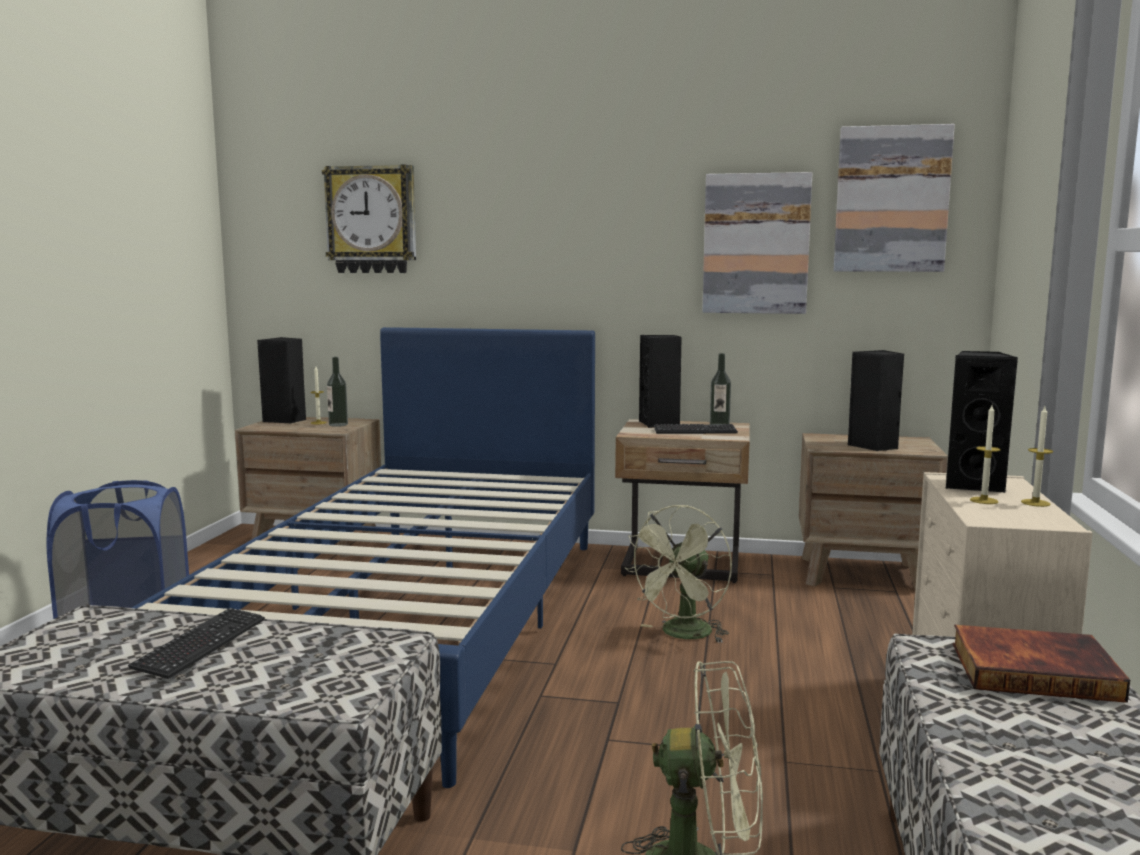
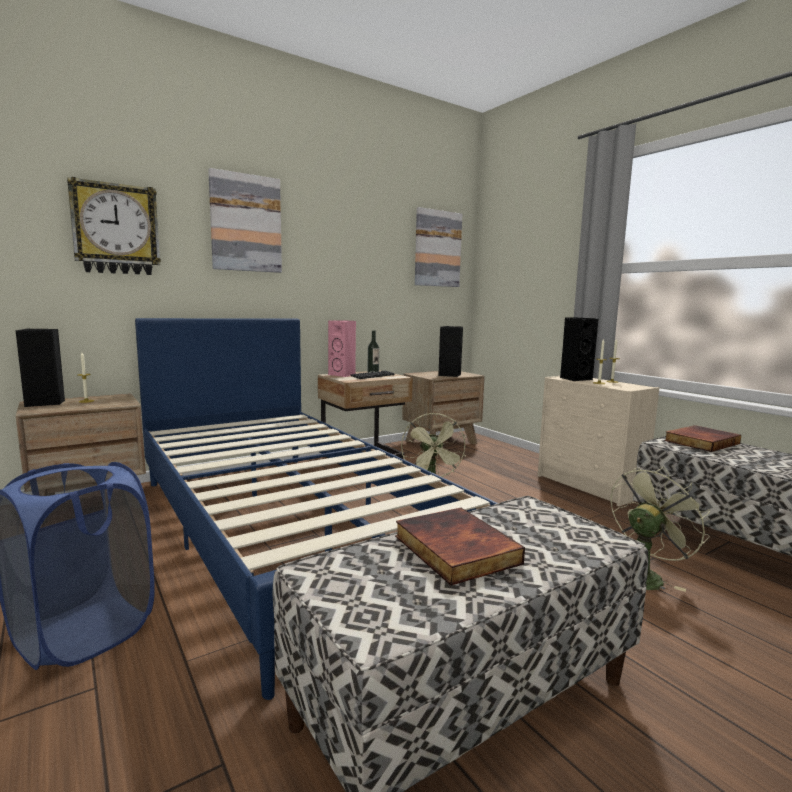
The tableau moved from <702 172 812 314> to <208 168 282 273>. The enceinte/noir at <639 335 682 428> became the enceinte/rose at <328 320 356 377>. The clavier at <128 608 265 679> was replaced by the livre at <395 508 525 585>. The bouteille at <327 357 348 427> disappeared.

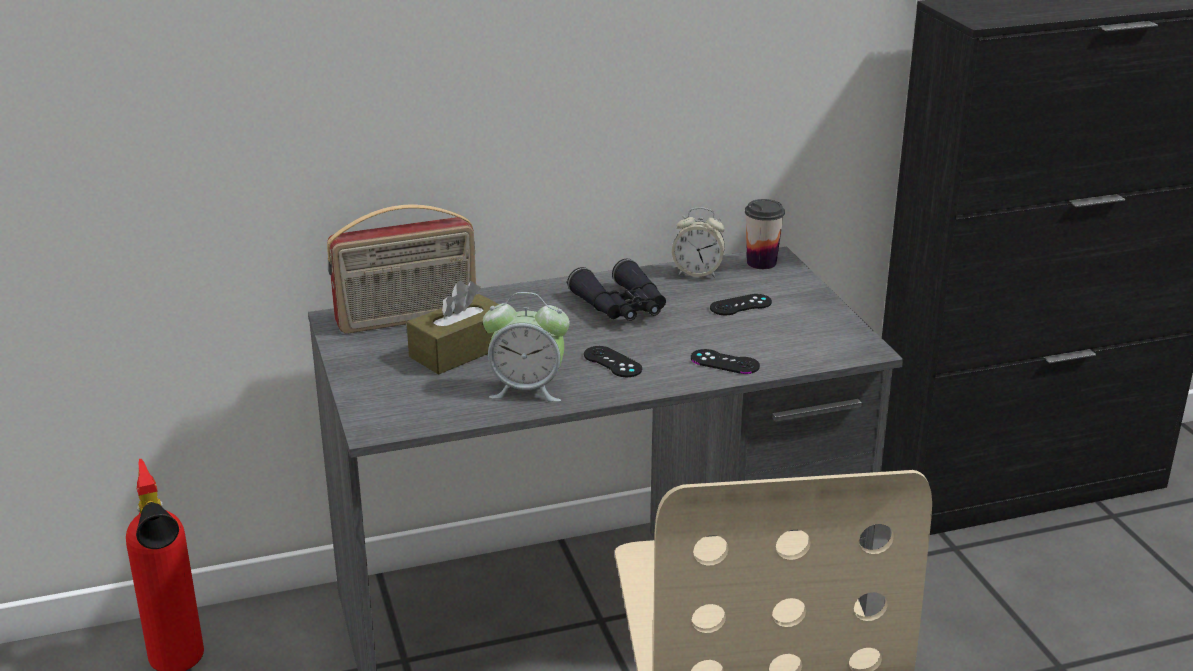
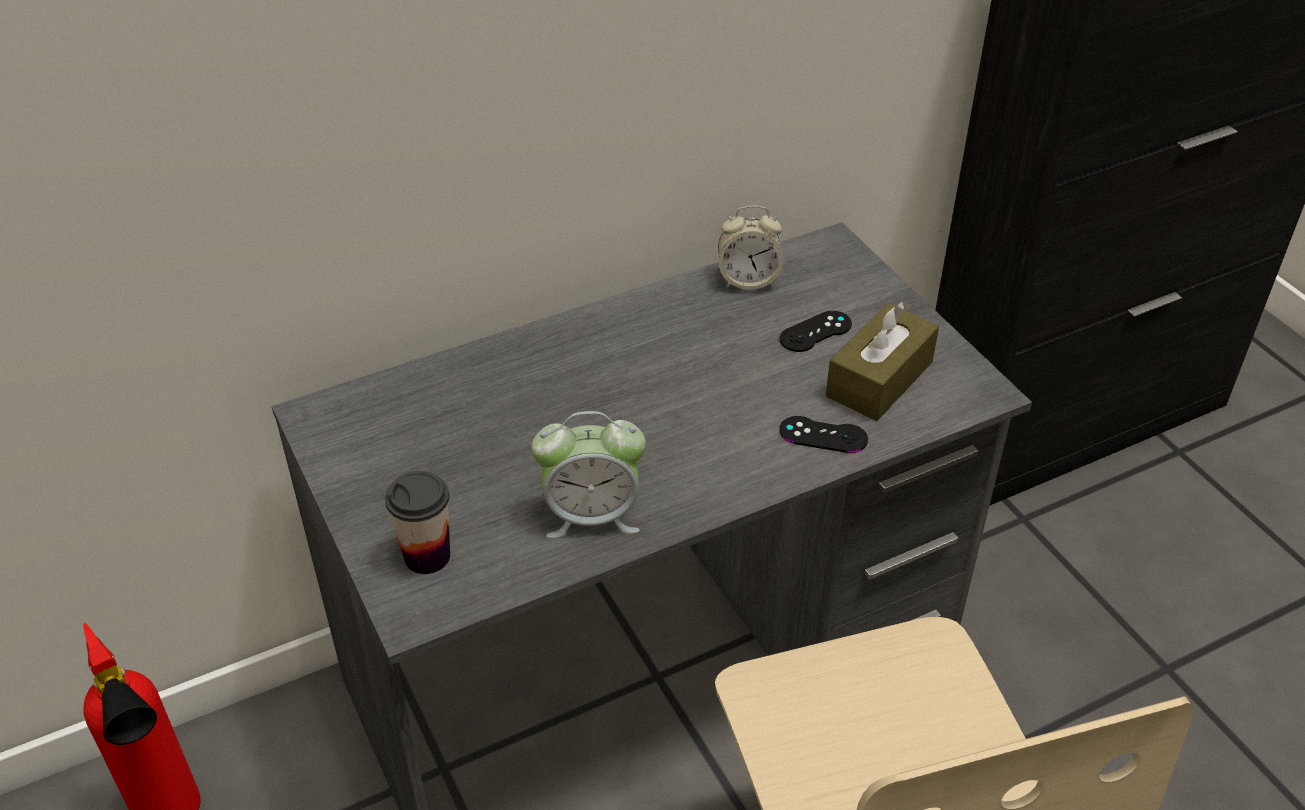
The tasse moved from <745 199 785 269> to <385 471 450 574>. The boîte à mouchoirs/marron moved from <407 281 499 375> to <826 301 939 421>. The radio at <327 204 477 334> disappeared. The jumelles/noir at <567 259 666 321> disappeared. The manette/noir at <584 346 642 377> disappeared.

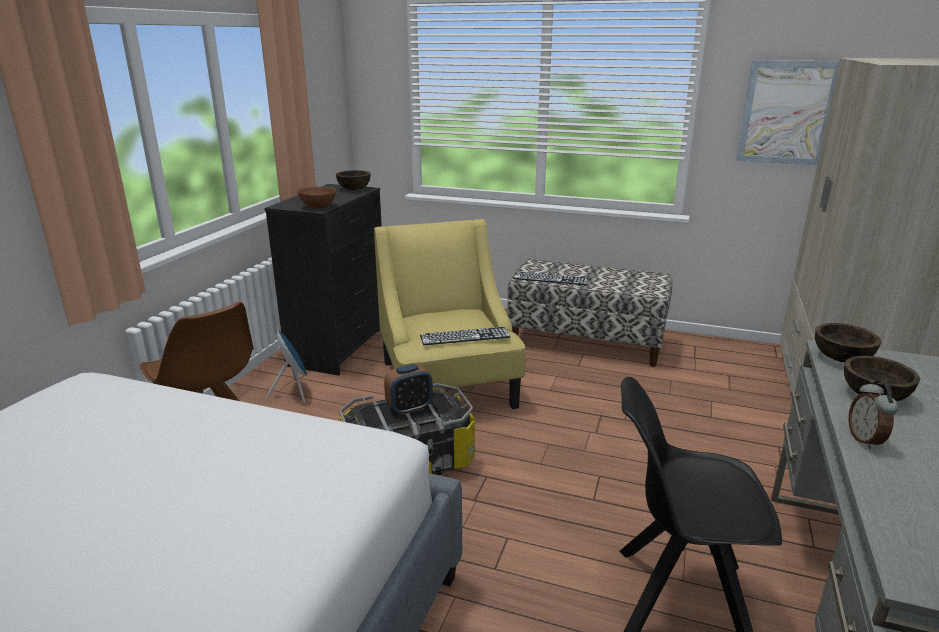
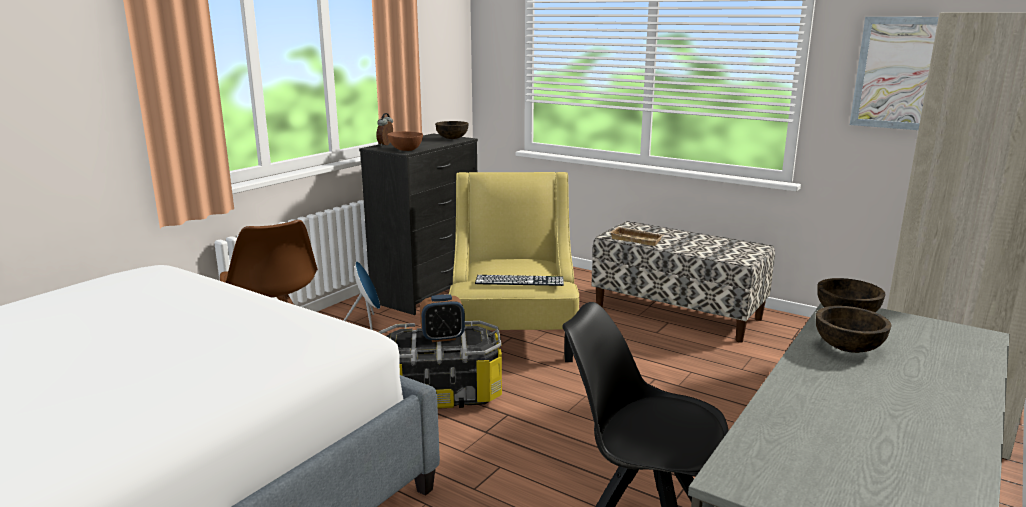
The réveil moved from <848 380 898 449> to <376 113 393 146>. The clavier at <513 272 588 285> was replaced by the plateau/beige at <610 227 664 246>.

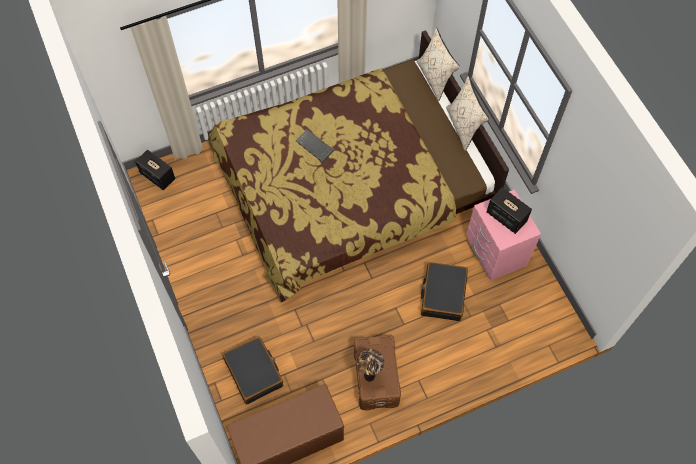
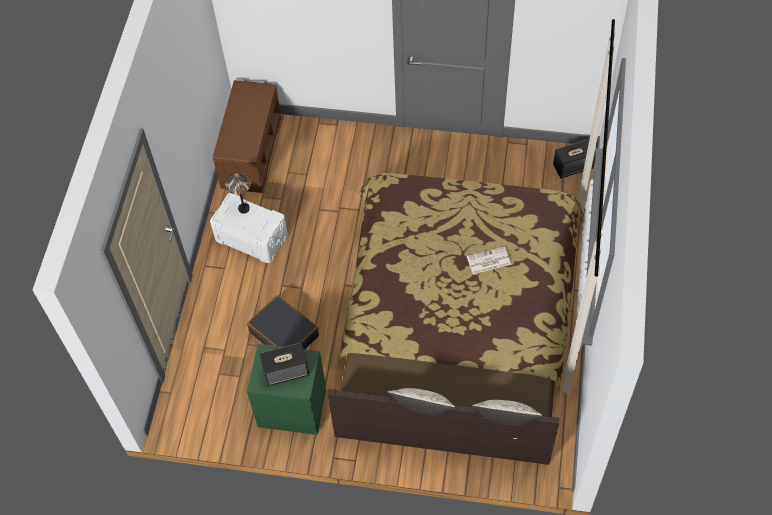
The boîte de rangement/marron at <354 335 401 411> became the boîte de rangement/blanc at <210 193 288 263>. The table de chevet/rose at <466 189 541 281> became the table de chevet/vert at <247 344 326 435>. The clavier at <296 129 334 162> was replaced by the journal at <467 246 511 274>. The valise/noir at <222 336 283 405> disappeared.

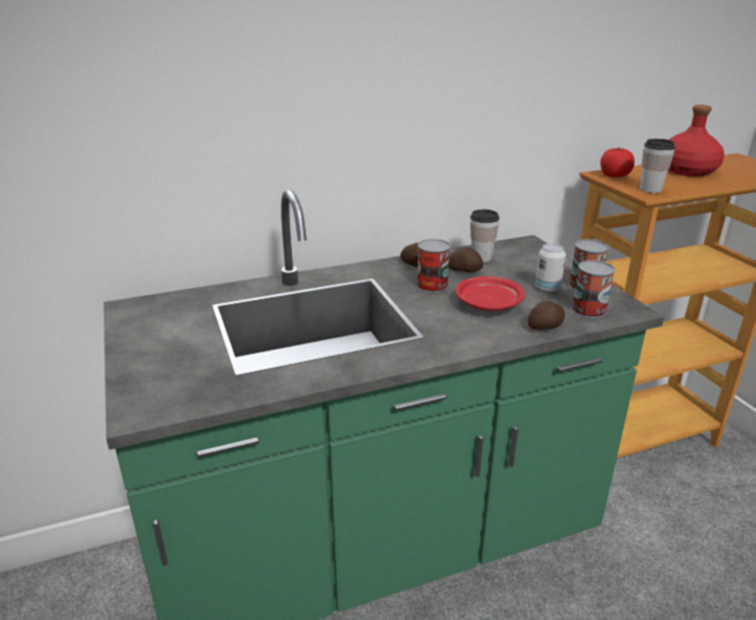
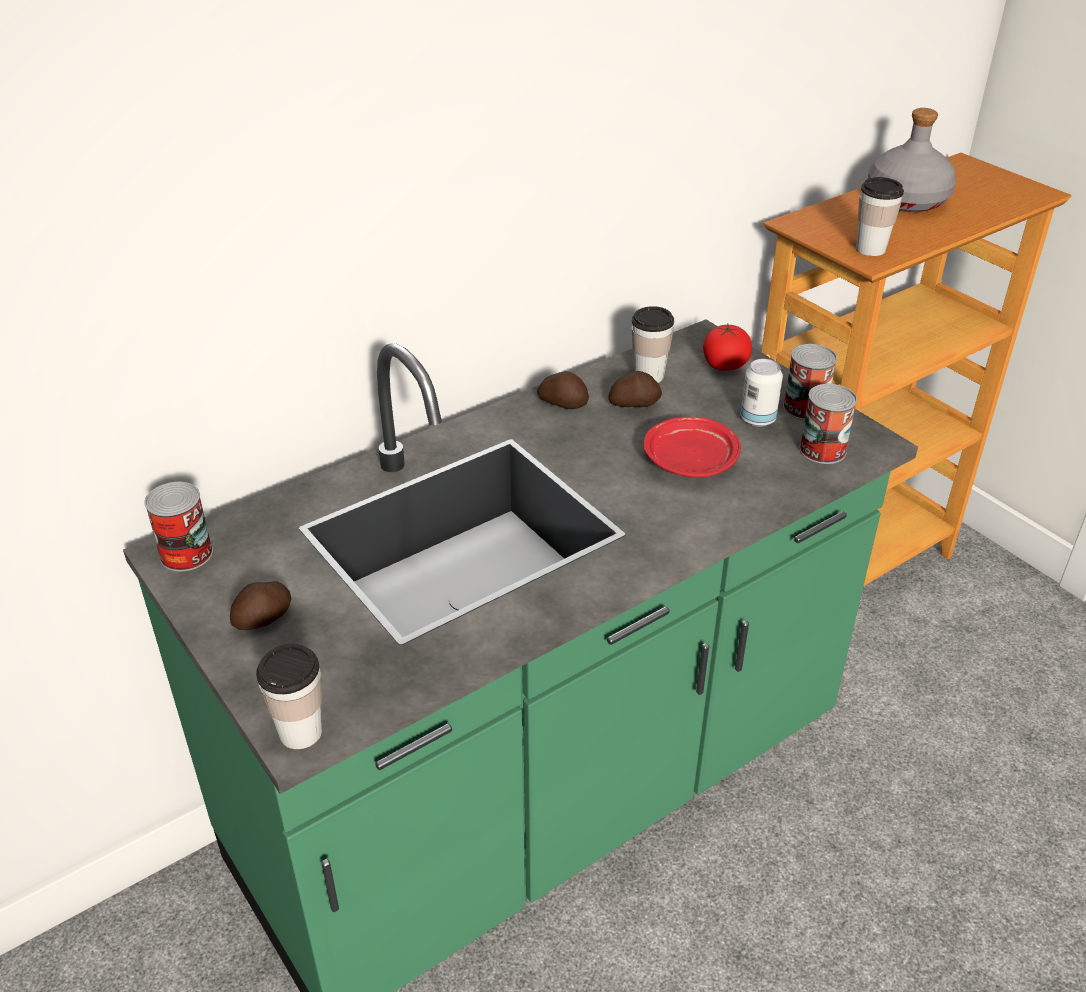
The boîte métallique moved from <417 239 450 292> to <144 482 213 572>. The pomme de terre moved from <528 301 565 330> to <230 581 291 630>. The tasse at <256 644 322 749> appeared. The tomate moved from <600 148 634 177> to <703 323 752 371>. The bouteille/rouge at <669 105 724 176> became the bouteille/gris at <868 108 956 212>.

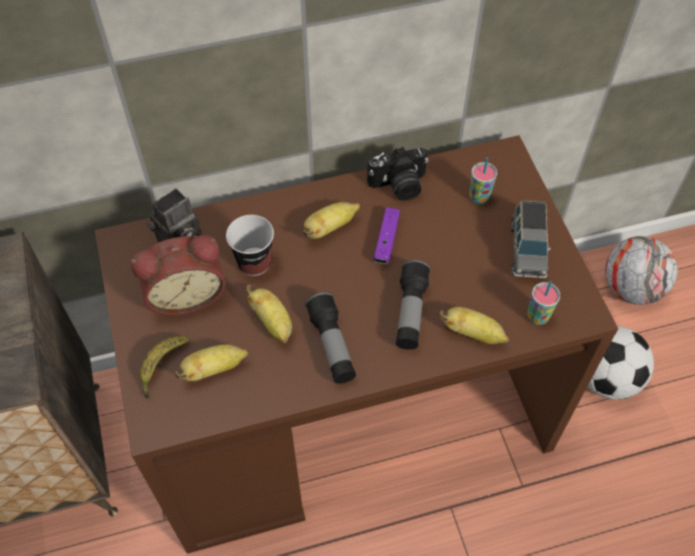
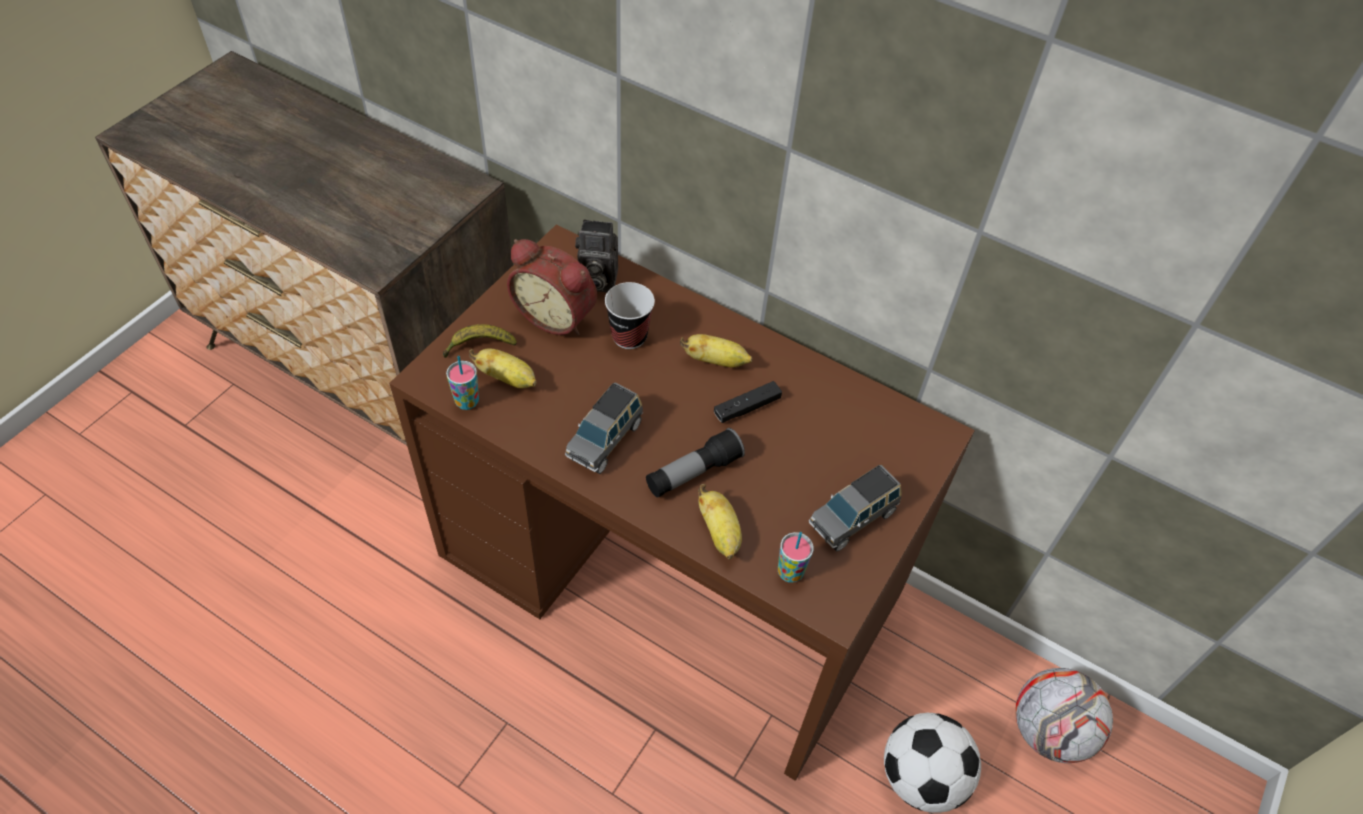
The tasse moved from <469 158 497 204> to <446 356 479 410>. The lampe de poche at <305 292 356 384> was replaced by the petite voiture/gris at <565 383 643 474>. The manette/violet at <374 207 400 264> became the manette/noir at <714 381 782 423>. The banane at <245 285 292 344> disappeared. The appareil photo at <367 147 428 201> disappeared.

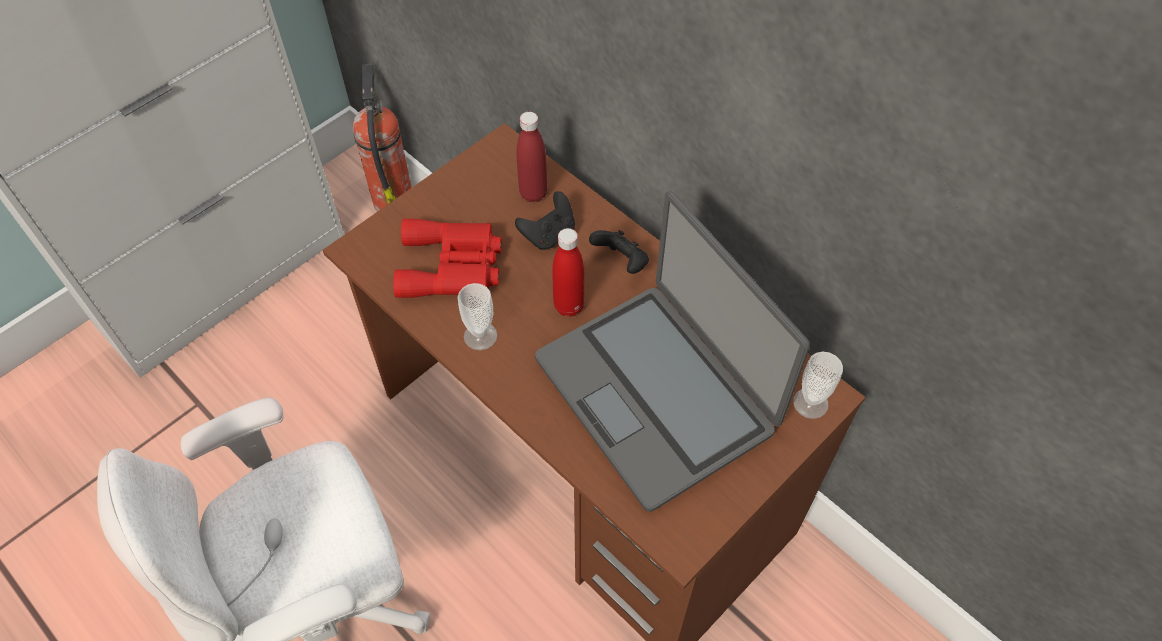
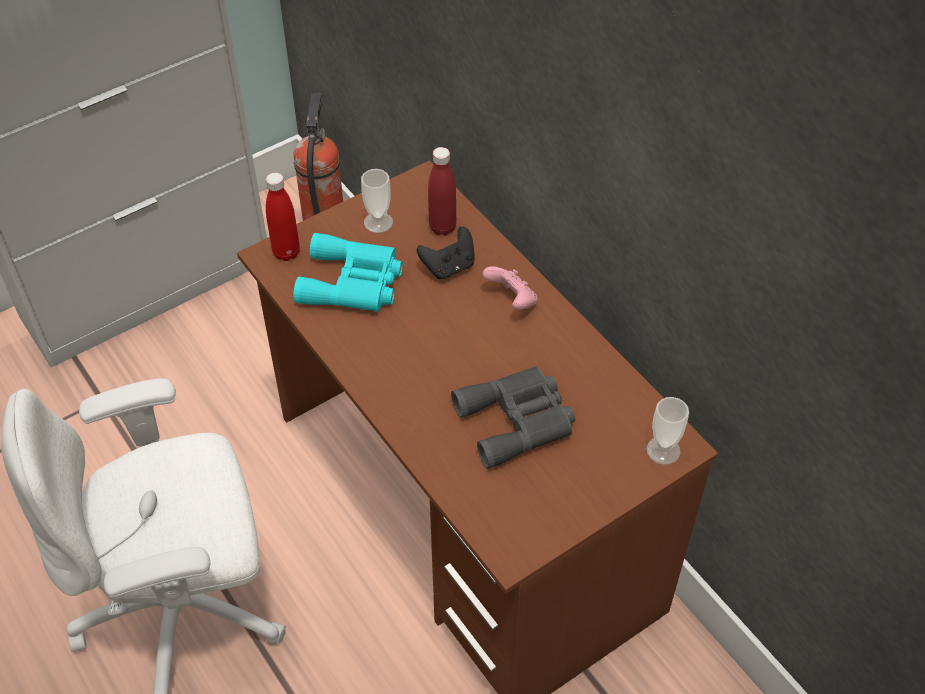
The bouteille/rouge moved from <552 228 584 317> to <266 173 300 261>. The jumelles/rouge at <393 219 502 298> became the jumelles/turquoise at <293 233 403 312>. The tasse moved from <458 283 497 350> to <361 169 393 233>. The ordinateur portable at <535 192 810 512> was replaced by the jumelles/gris at <451 366 576 469>. The manette/noir at <589 230 649 274> became the manette/rose at <483 266 537 310>.

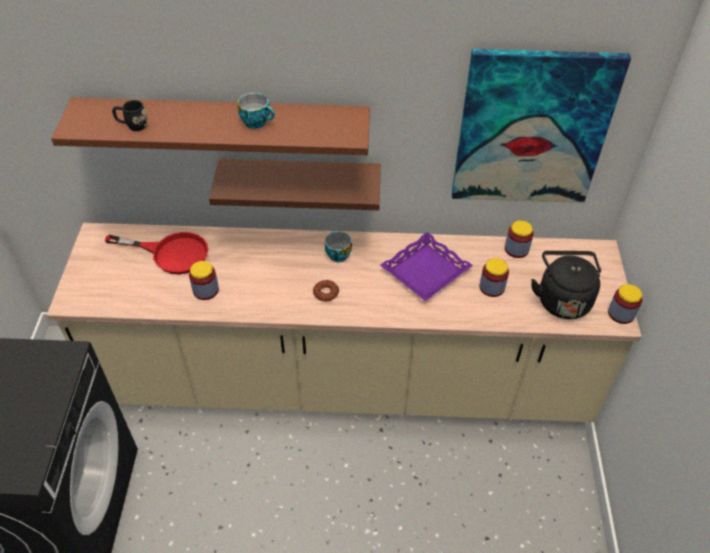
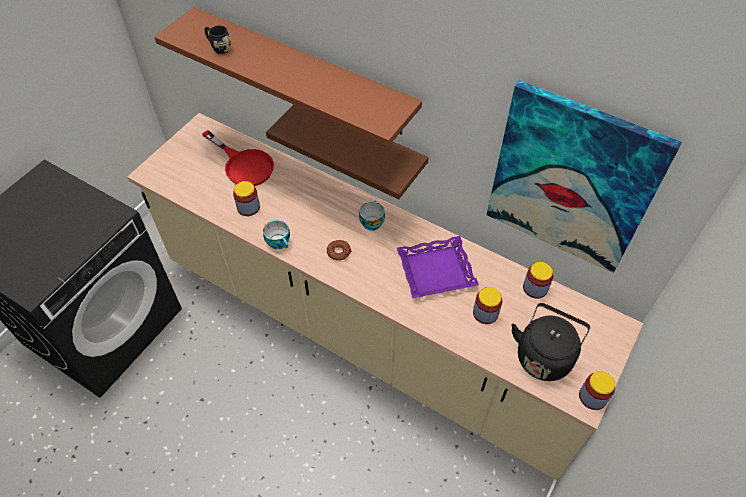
The tasse moved from <238 93 275 129> to <263 220 290 249>.

